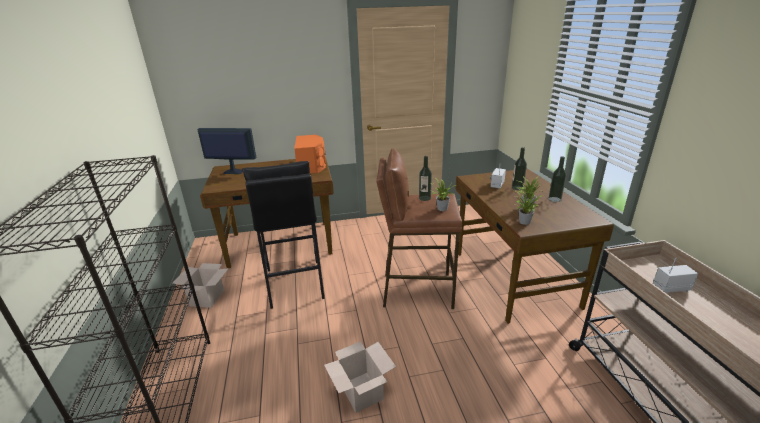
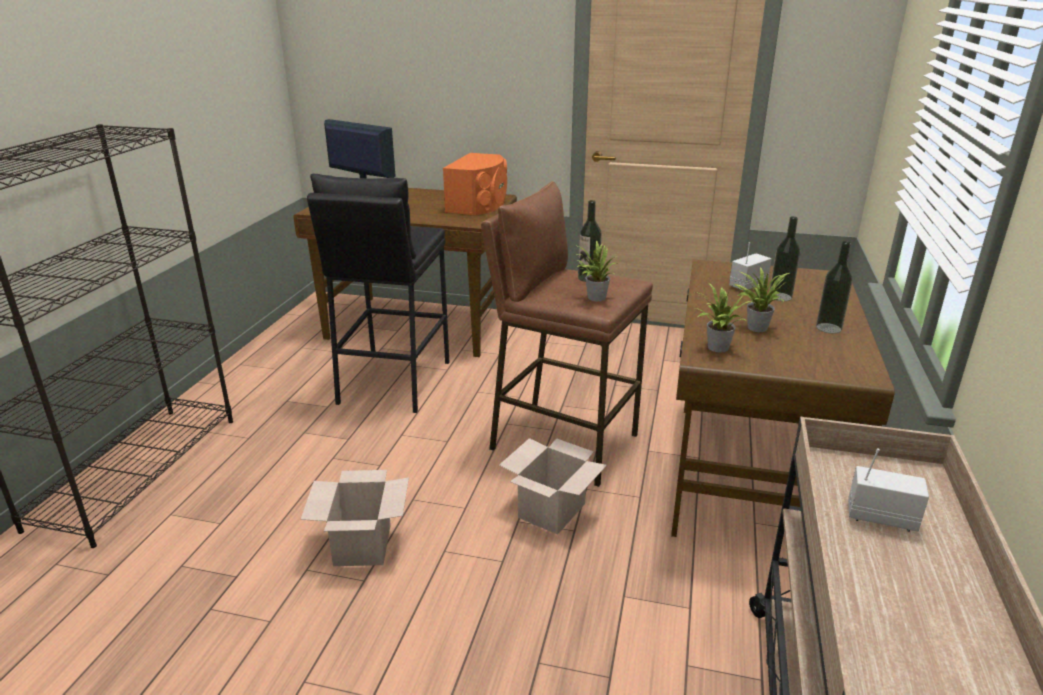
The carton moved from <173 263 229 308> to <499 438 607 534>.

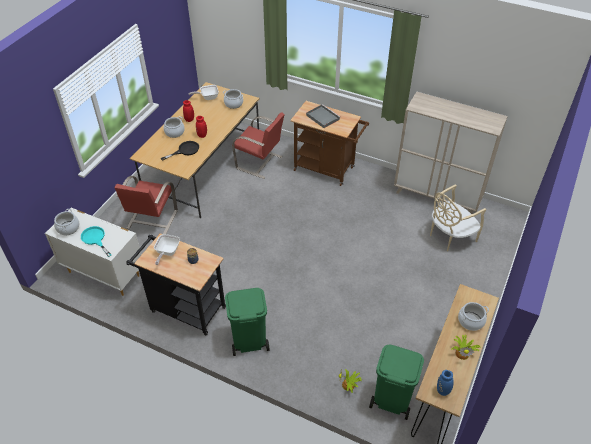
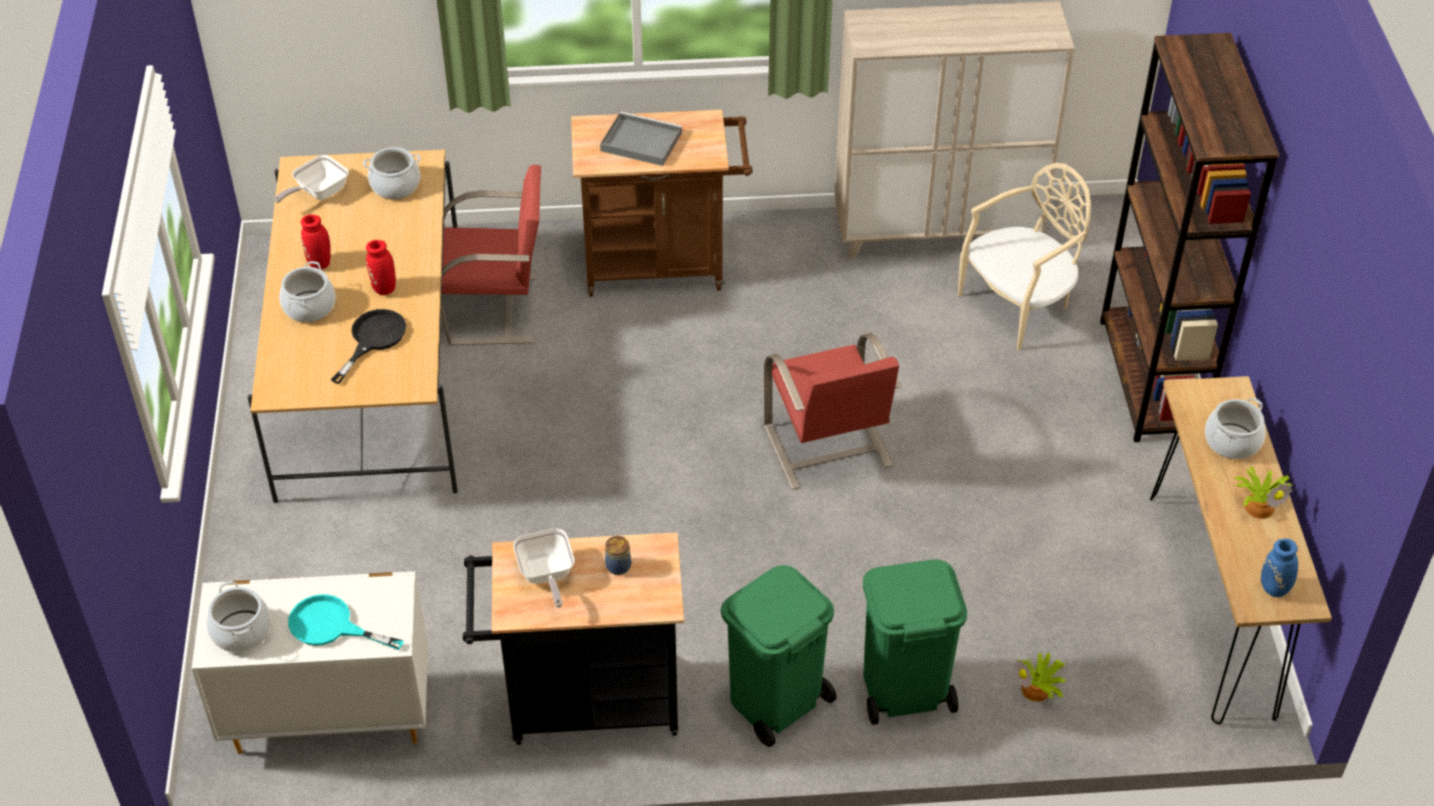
The chaise/rouge moved from <115 176 178 234> to <764 333 902 490>. The poubelle/vert moved from <369 344 424 420> to <863 559 967 725>. The chaise/beige at <430 184 486 251> turned 150 degrees counterclockwise. The bibliothèque/marron at <1100 33 1279 442> appeared.

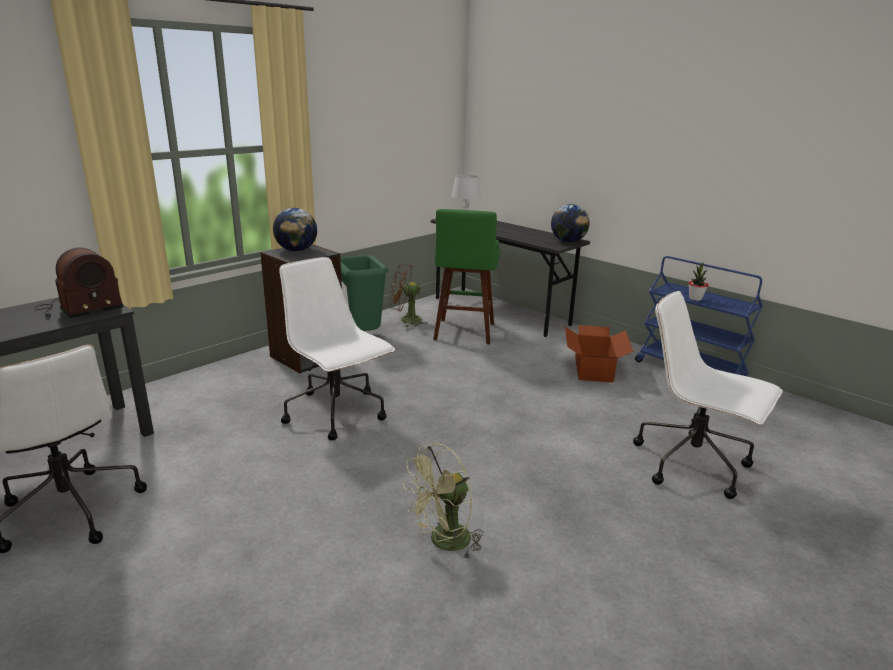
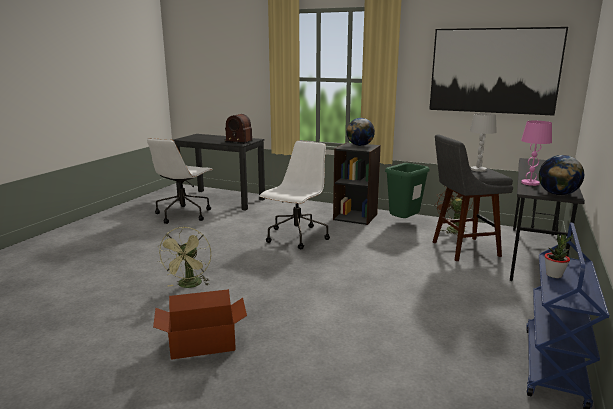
The carton moved from <565 325 634 383> to <153 289 247 360>. The ventilateur/vert at <403 444 484 560> turned 120 degrees counterclockwise. The tableau at <429 27 568 116> appeared. The tabouret/vert at <433 209 500 344> became the tabouret/gris at <433 134 513 261>. The lampe de table/rose at <521 121 552 186> appeared. The chaise de bureau/blanc at <633 291 783 499> disappeared.

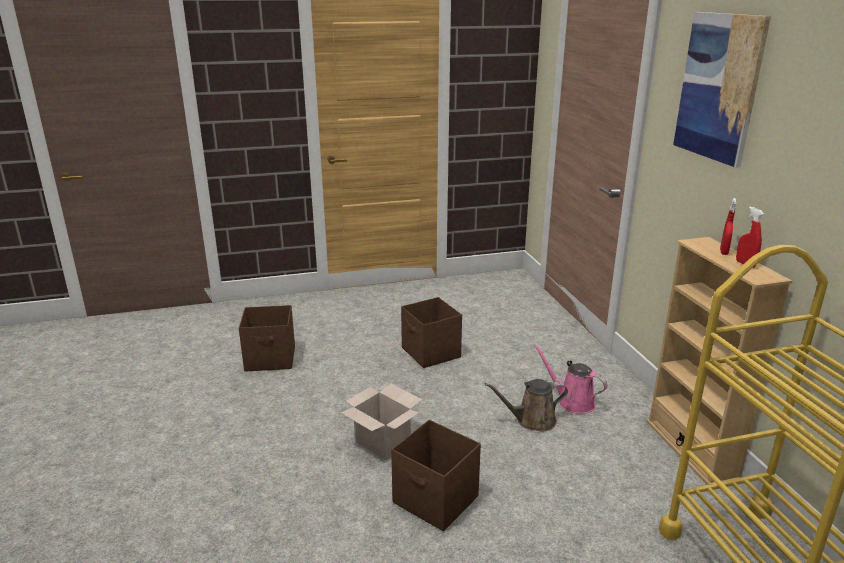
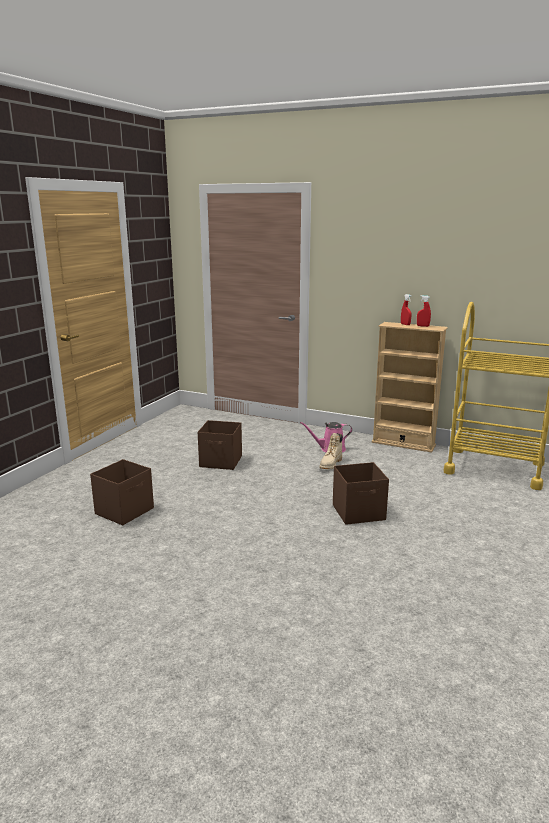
The arrosoir/marron at <485 379 568 431> was replaced by the botte/beige at <320 433 343 469>. The carton at <340 384 422 460> disappeared. The tableau at <673 12 771 168> disappeared.

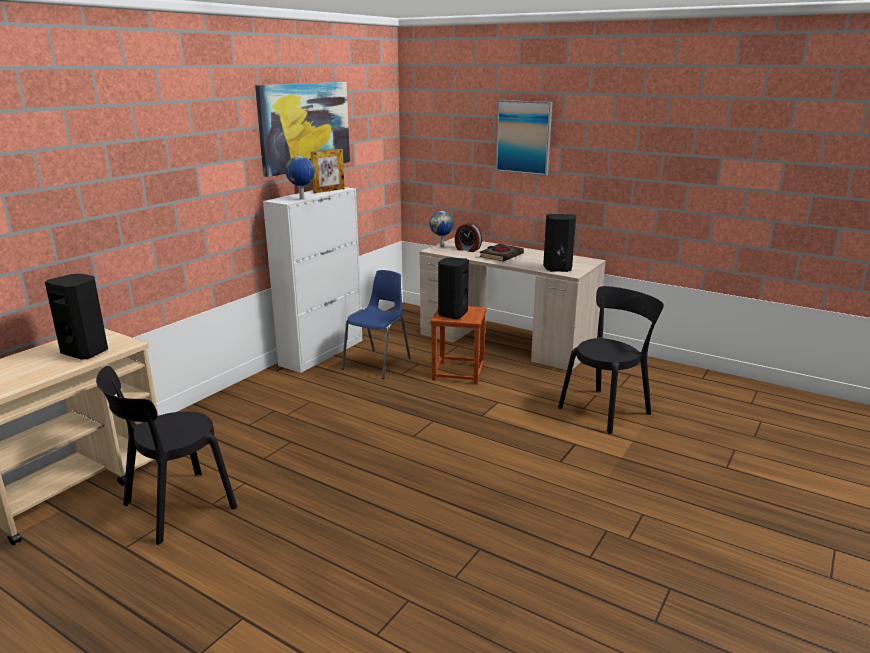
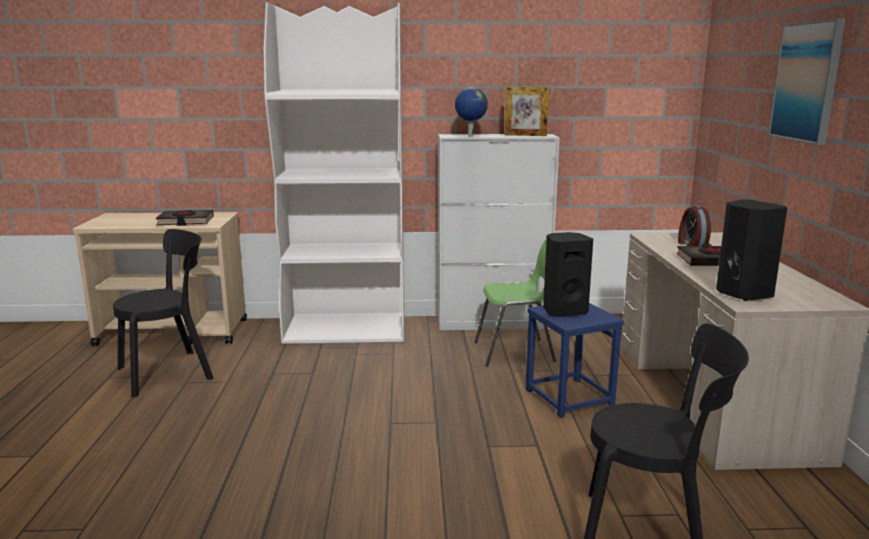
The chaise/noir at <96 366 237 545> turned 135 degrees clockwise. The enceinte/noir at <45 274 108 360> was replaced by the livre/noir at <156 210 214 226>. The bibliothèque/blanc at <264 2 404 344> appeared. The chaise/bleu at <342 270 411 379> became the chaise/vert at <474 240 556 367>. The tabouret/marron at <431 306 487 384> became the tabouret/bleu at <526 303 624 418>. The tableau at <255 82 350 177> disappeared. The globe at <429 211 454 247> disappeared.

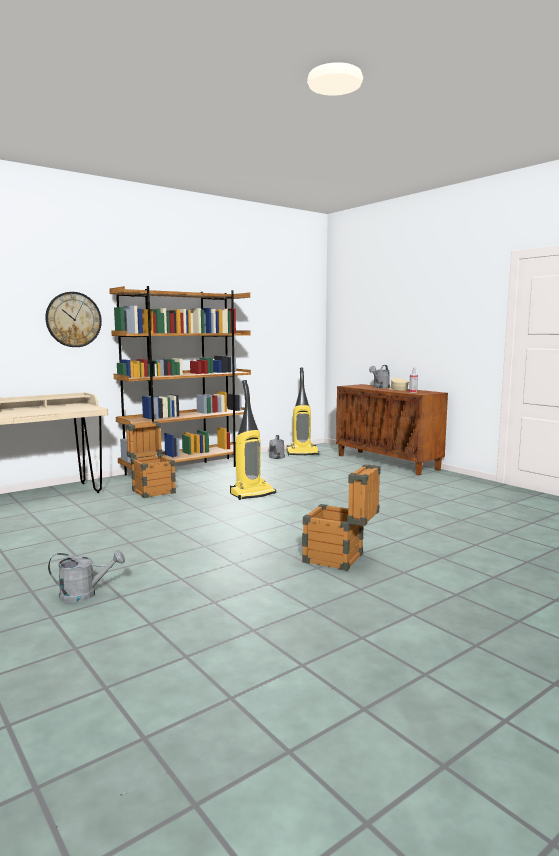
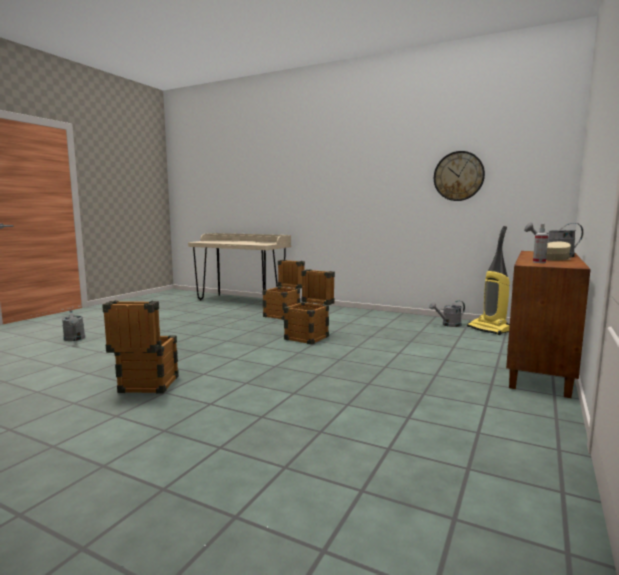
The aspirateur at <230 380 276 500> was replaced by the caisse at <284 269 335 345>. The horloge murale moved from <45 292 102 347> to <434 151 485 201>. The bibliothèque/marron at <109 286 251 476> disappeared.

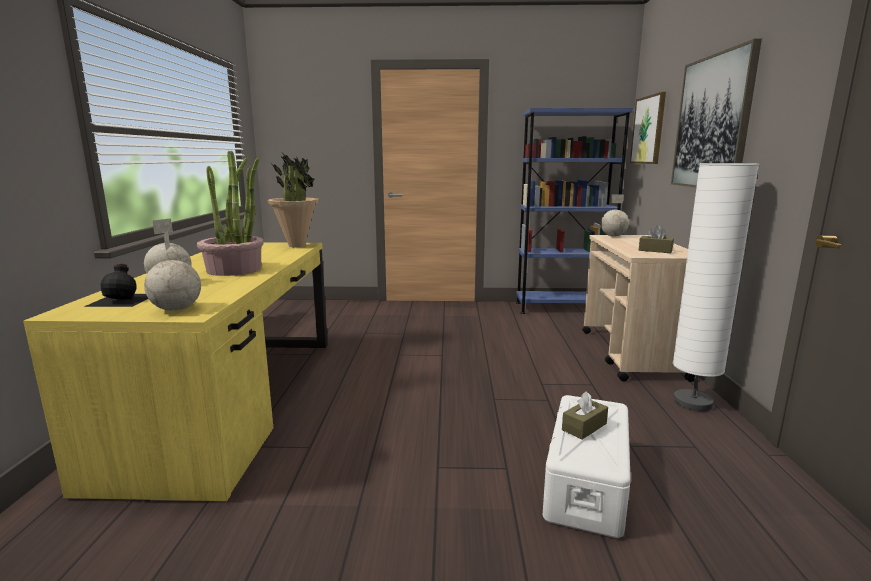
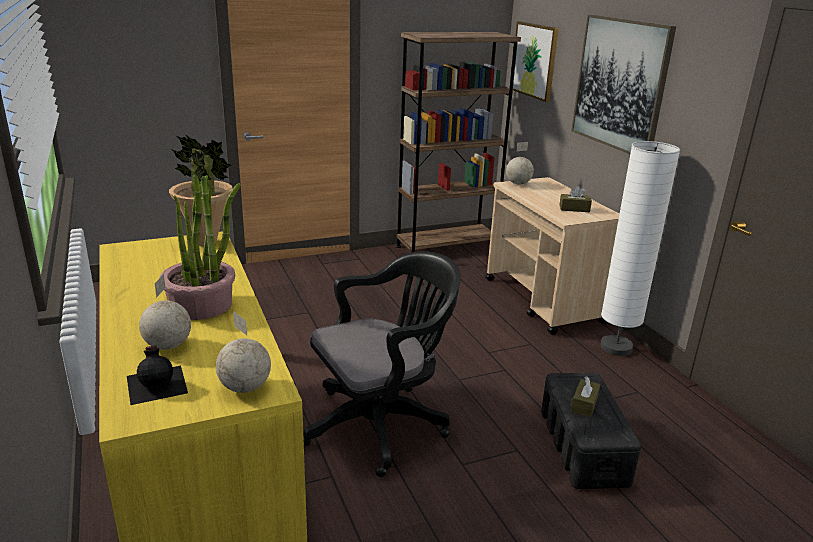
The chaise de bureau/noir at <303 251 461 477> appeared. The bibliothèque/bleu at <516 108 633 314> became the bibliothèque/marron at <396 32 521 252>. The boîte de rangement/blanc at <543 395 631 538> became the boîte de rangement/noir at <541 373 641 489>.

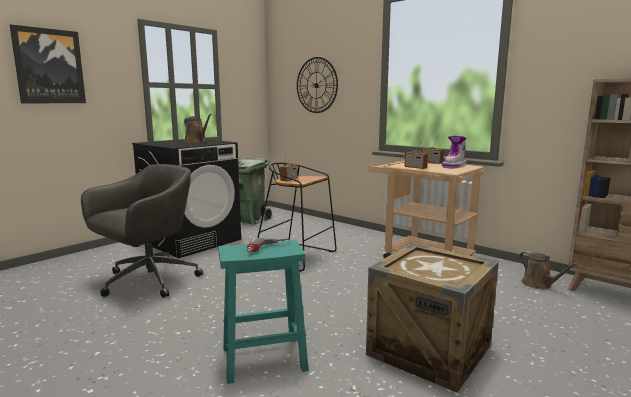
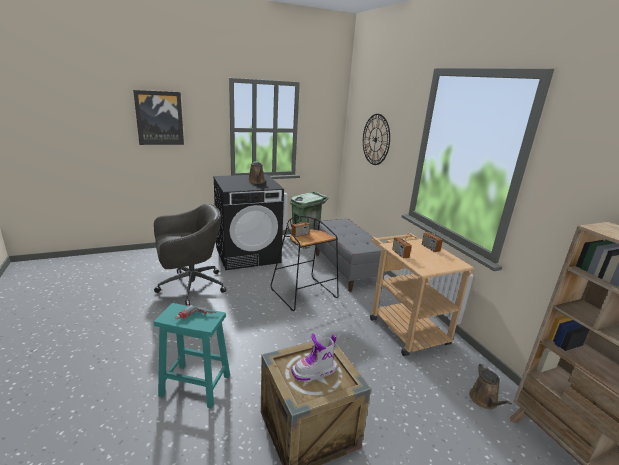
The botte moved from <442 136 467 168> to <291 333 337 381>. The banc/gris at <315 219 387 292> appeared.

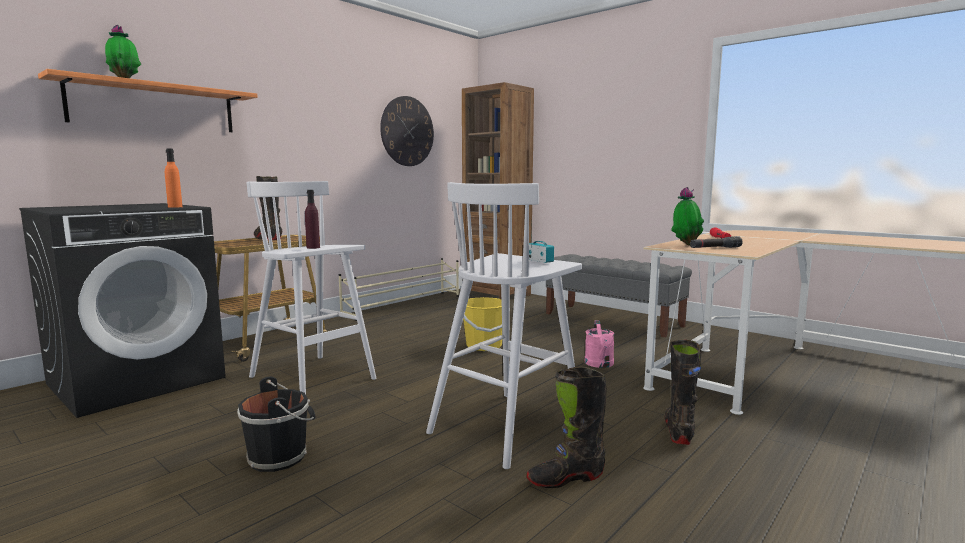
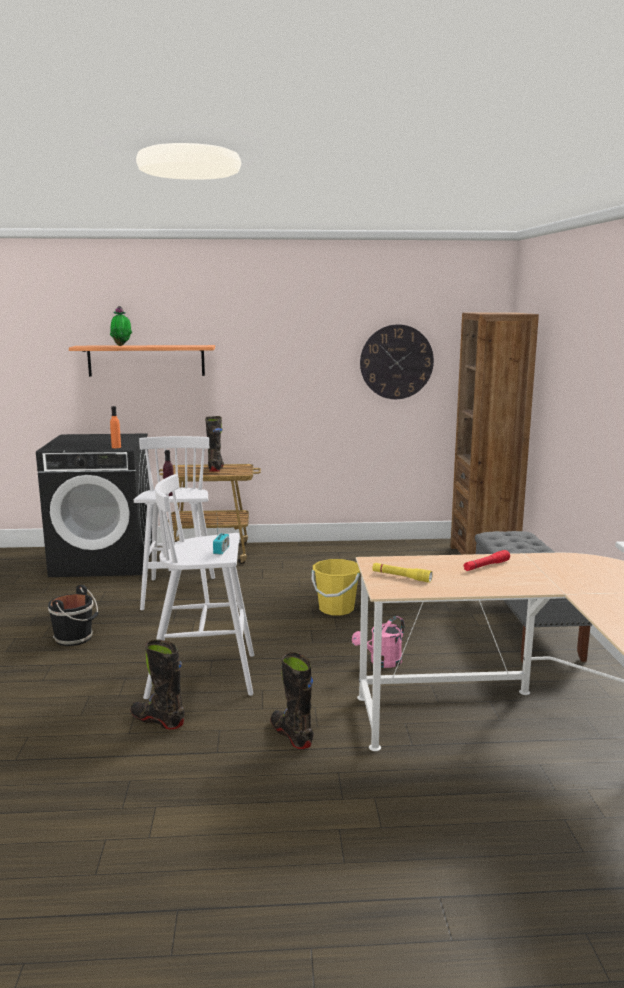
The botte/noir at <665 340 701 445> turned 90 degrees counterclockwise. The lampe de poche/noir at <690 236 743 248> became the lampe de poche/jaune at <372 563 433 582>. The étagère à chaussures/beige at <338 258 459 321> disappeared. The plante en pot at <671 187 704 246> disappeared.

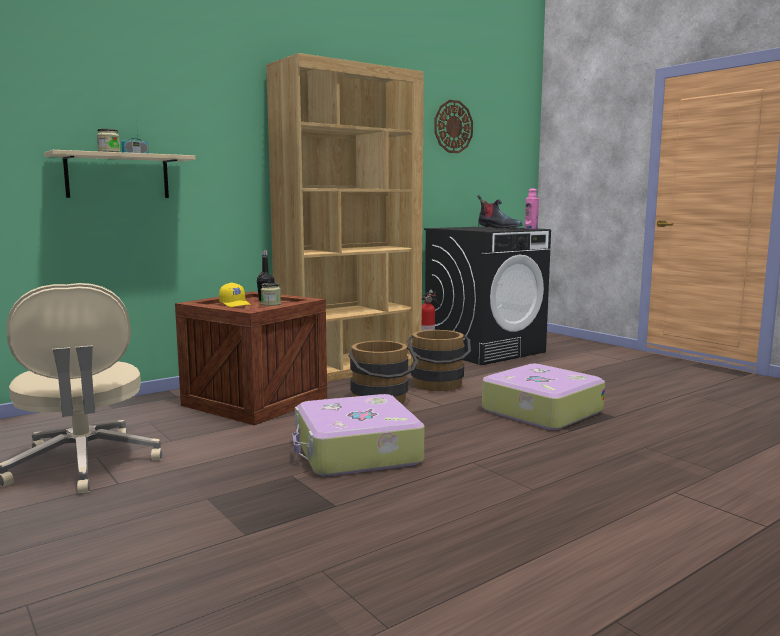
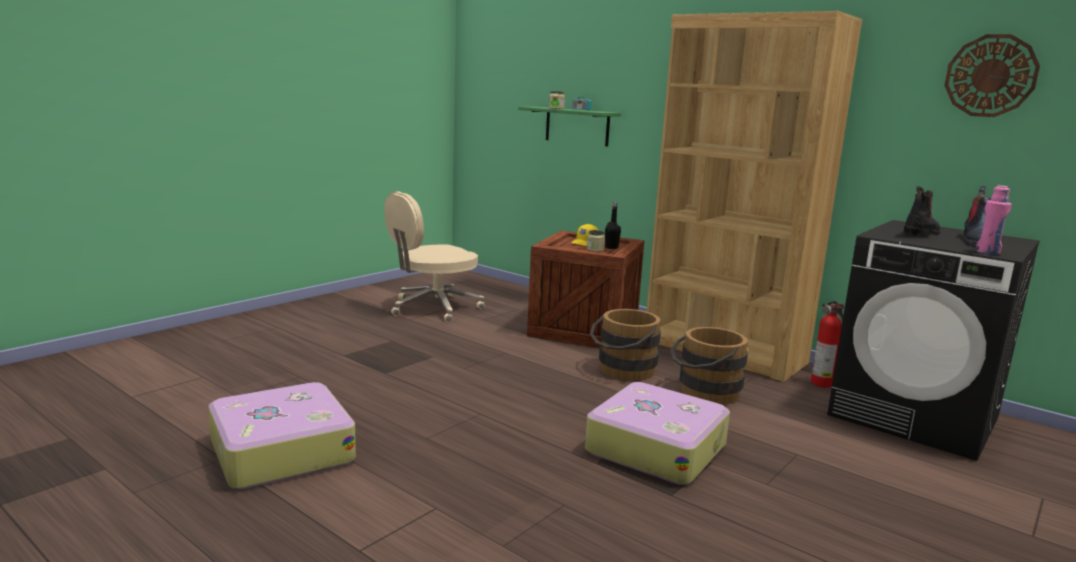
The valise moved from <292 394 424 476> to <208 382 356 489>. The étagère/beige at <44 150 195 198> became the étagère/vert at <518 107 621 147>. The botte at <903 186 941 236> appeared.

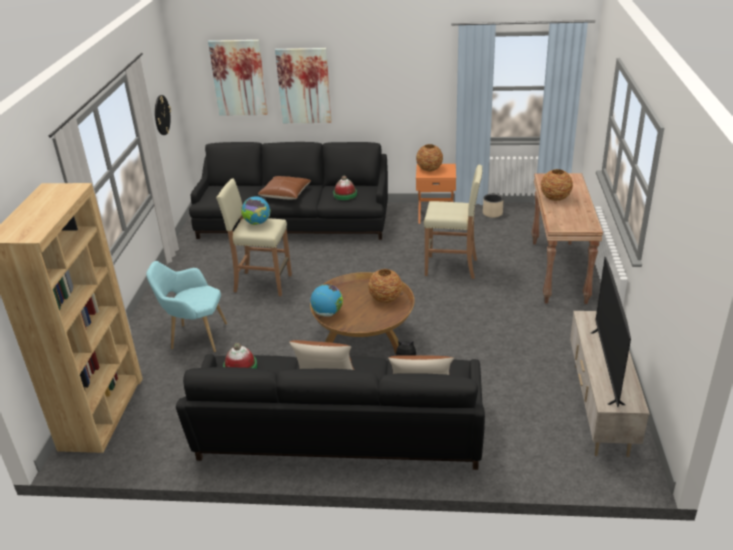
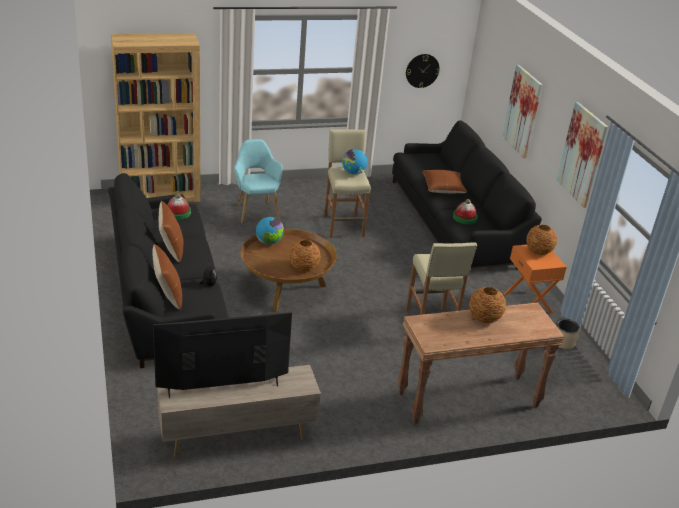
The tableau moved from <208 40 268 116> to <556 102 608 208>.

